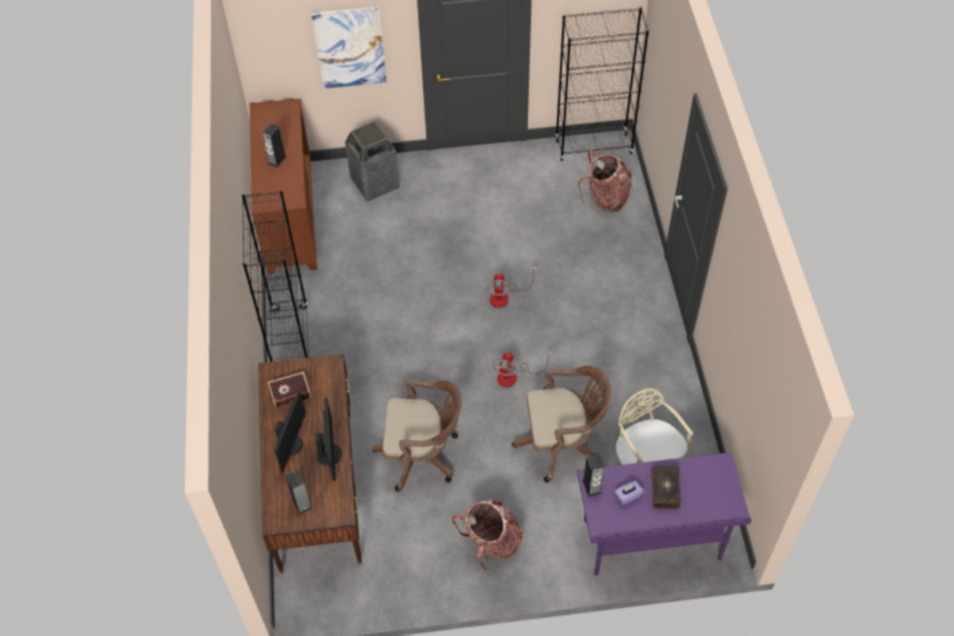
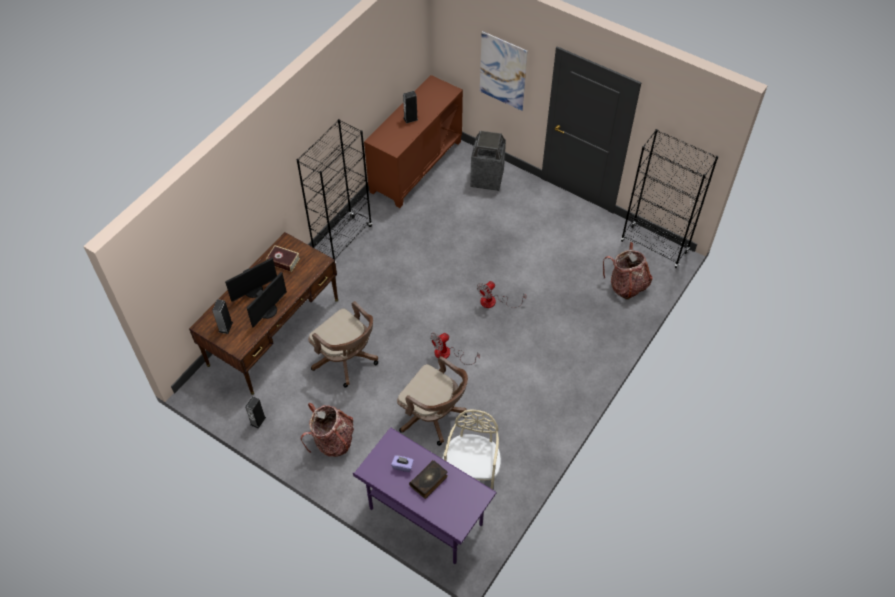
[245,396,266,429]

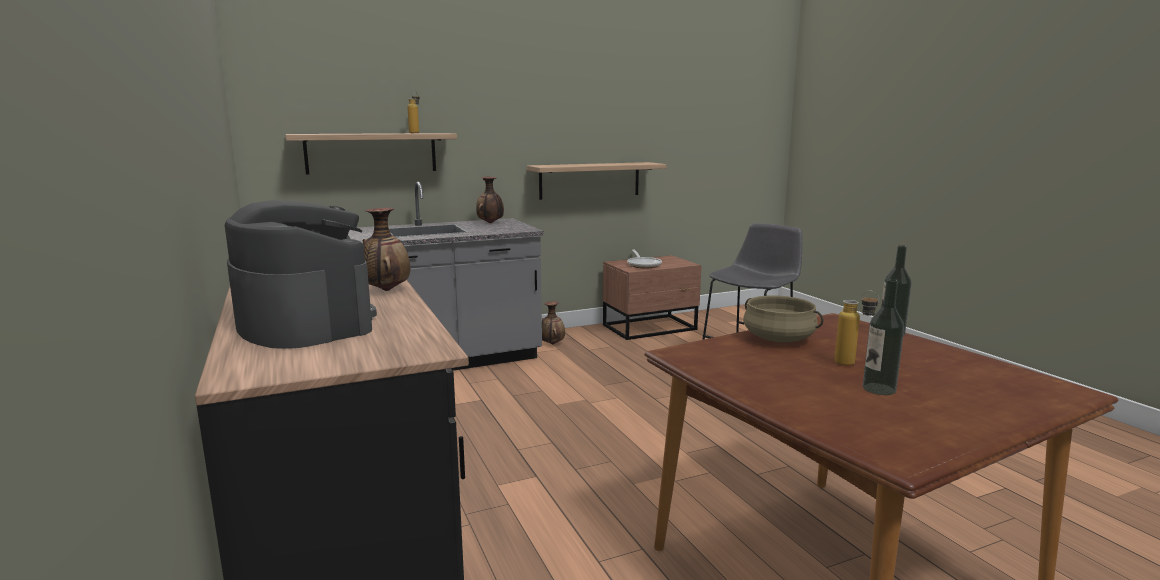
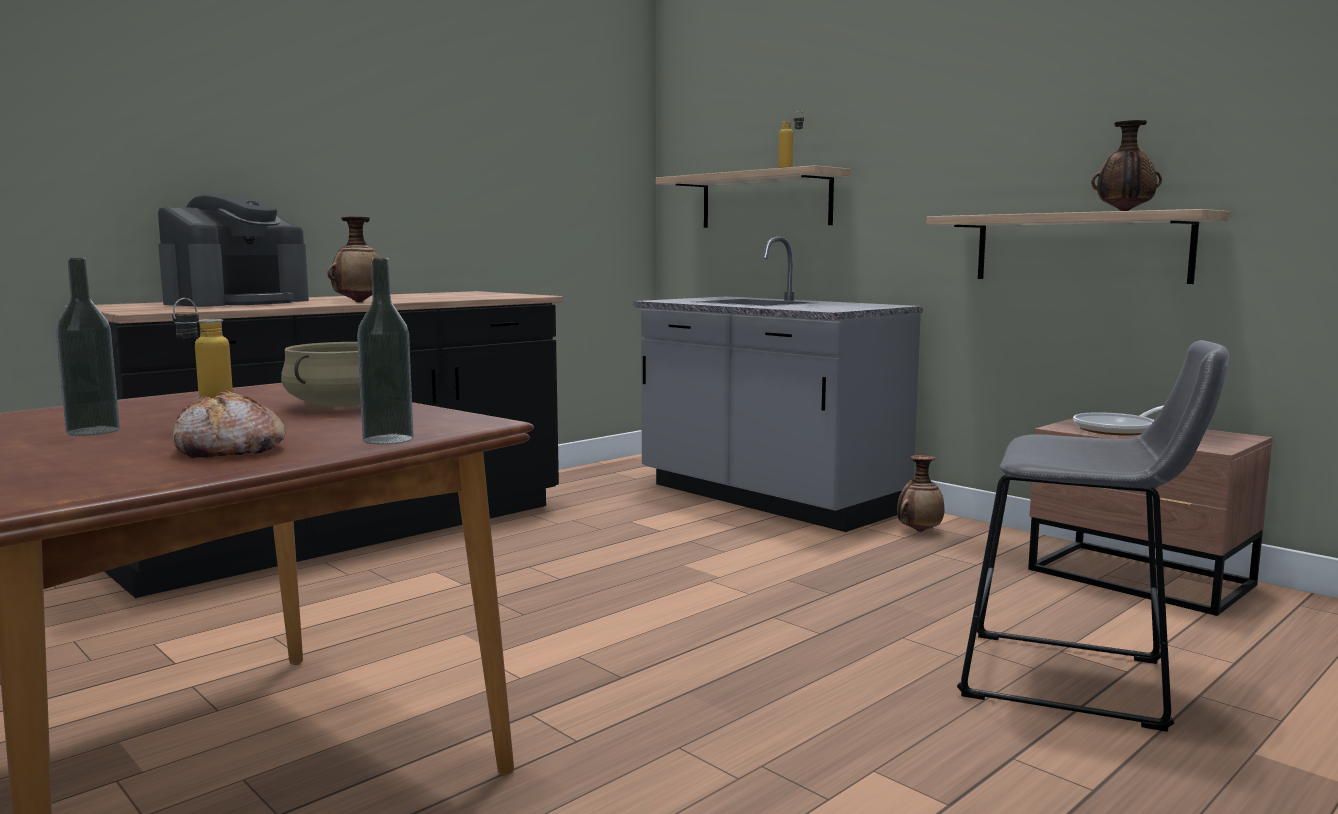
[1091,120,1162,211]
[173,390,286,458]

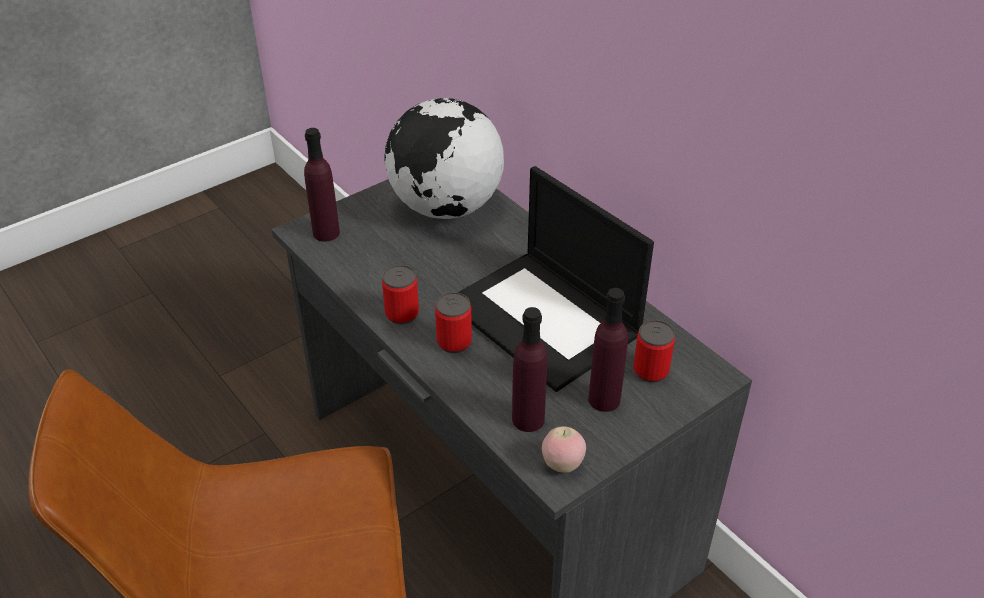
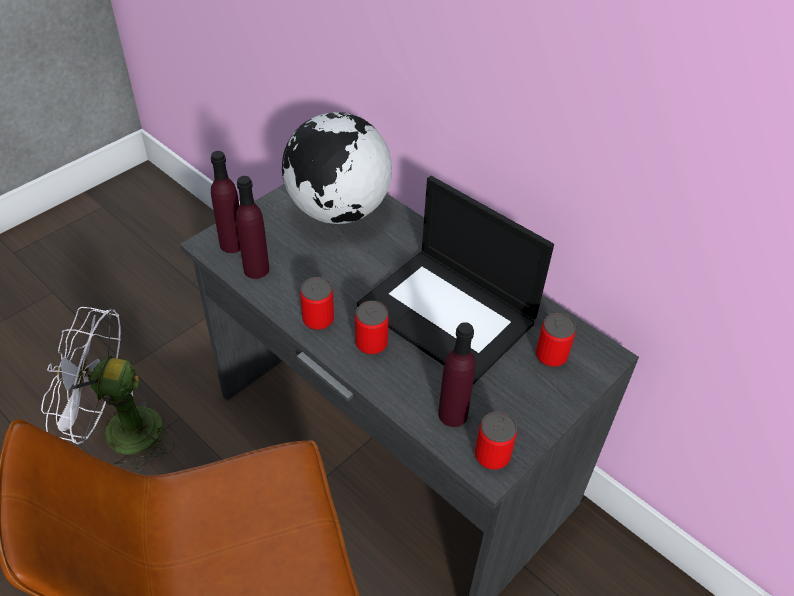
[475,411,517,470]
[236,176,269,279]
[41,307,175,471]

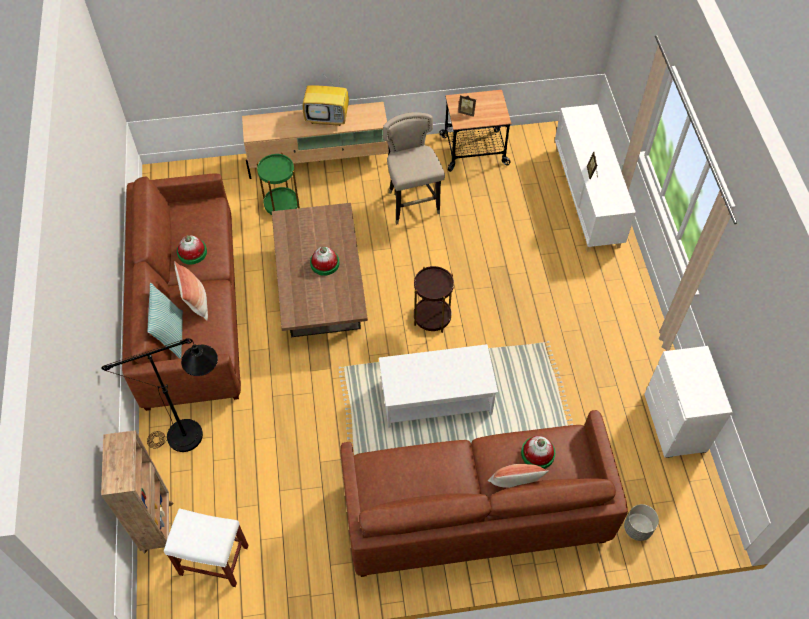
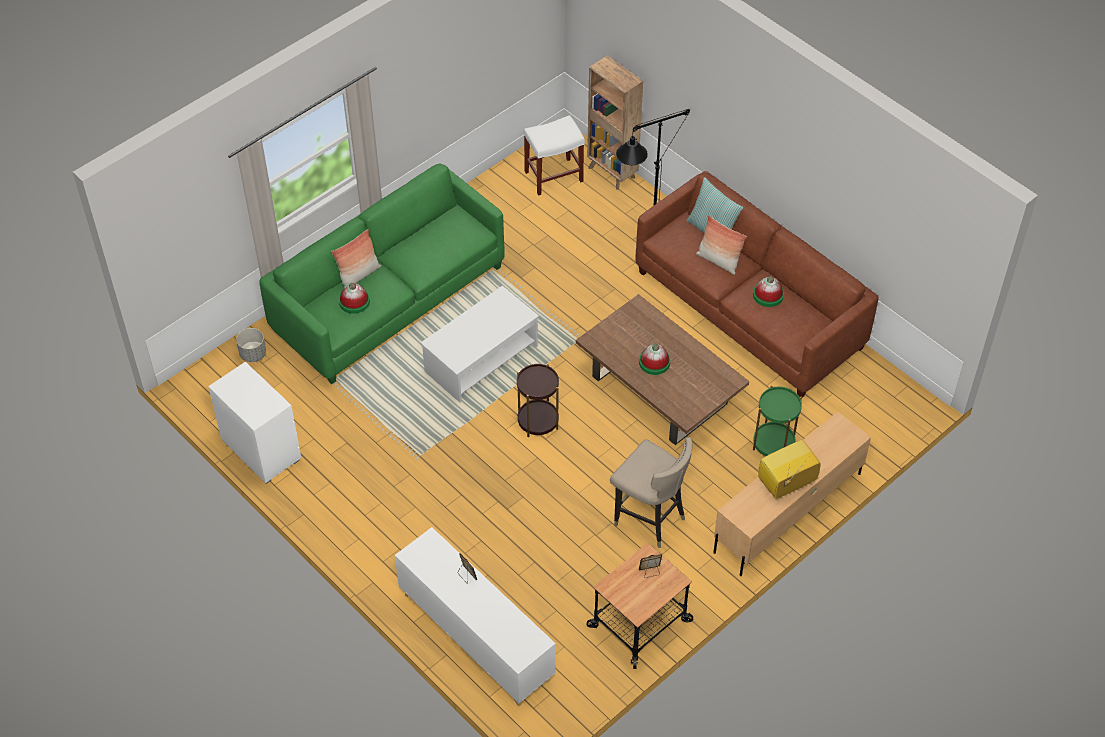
[260,163,505,384]

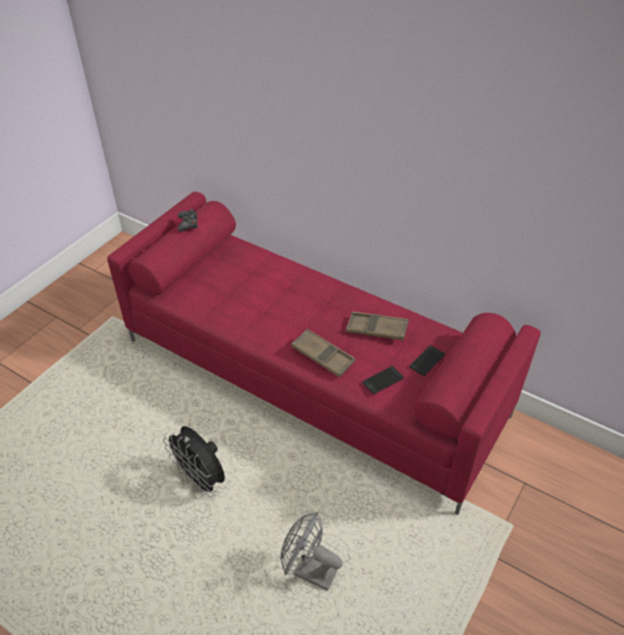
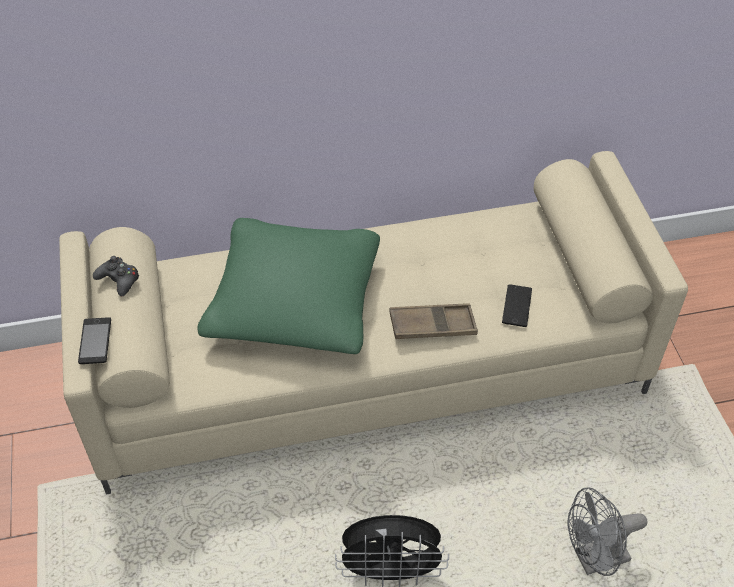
[59,151,688,495]
[346,312,409,340] (first image)
[78,317,111,364]
[197,218,380,354]

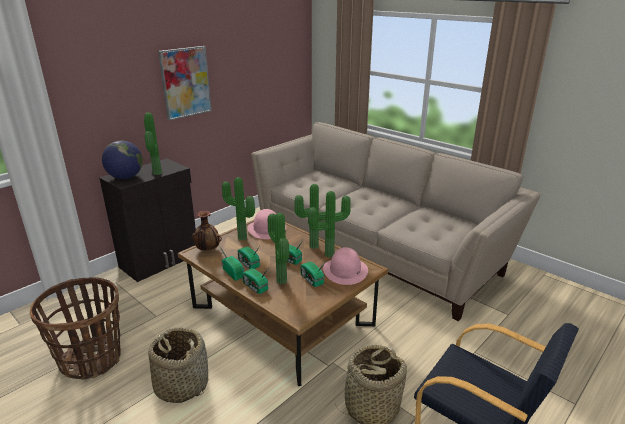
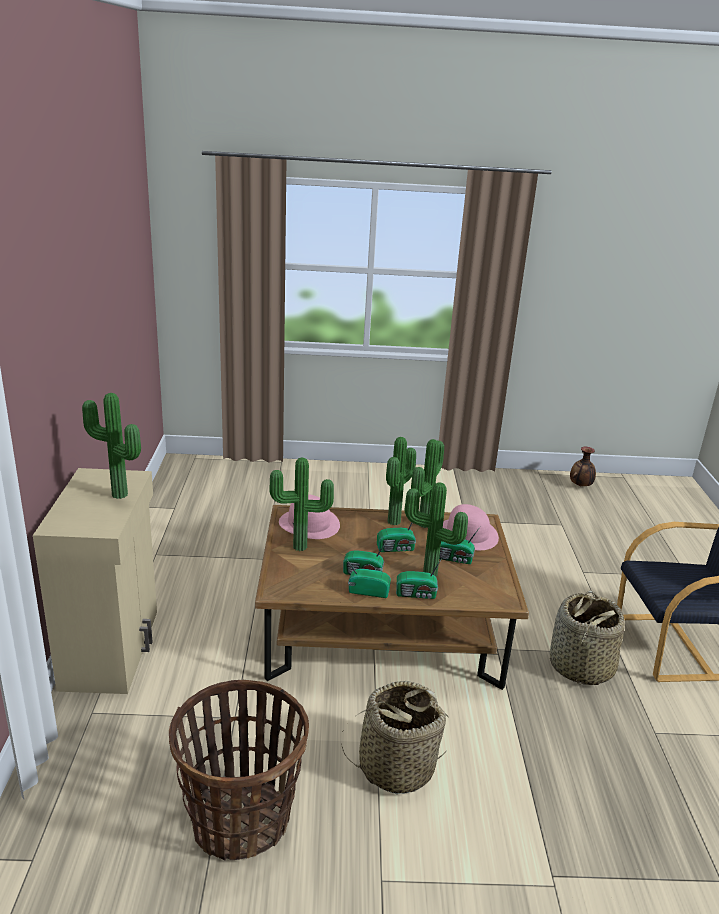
[33,468,157,694]
[102,141,143,179] (first image)
[158,46,212,121] (first image)
[570,447,596,486]
[251,122,541,321] (first image)

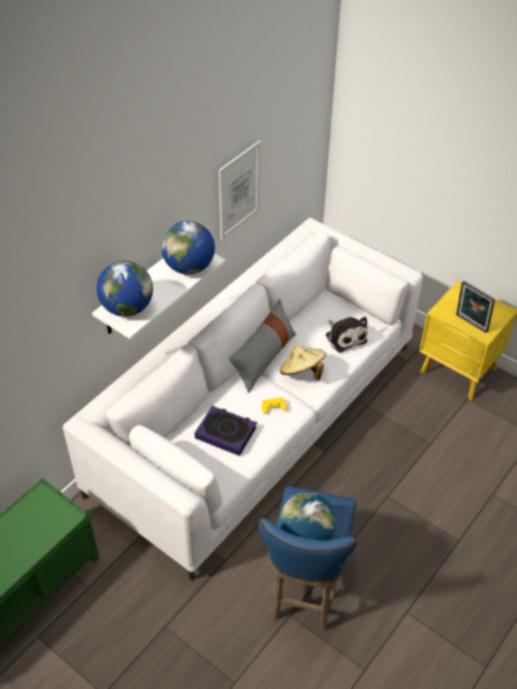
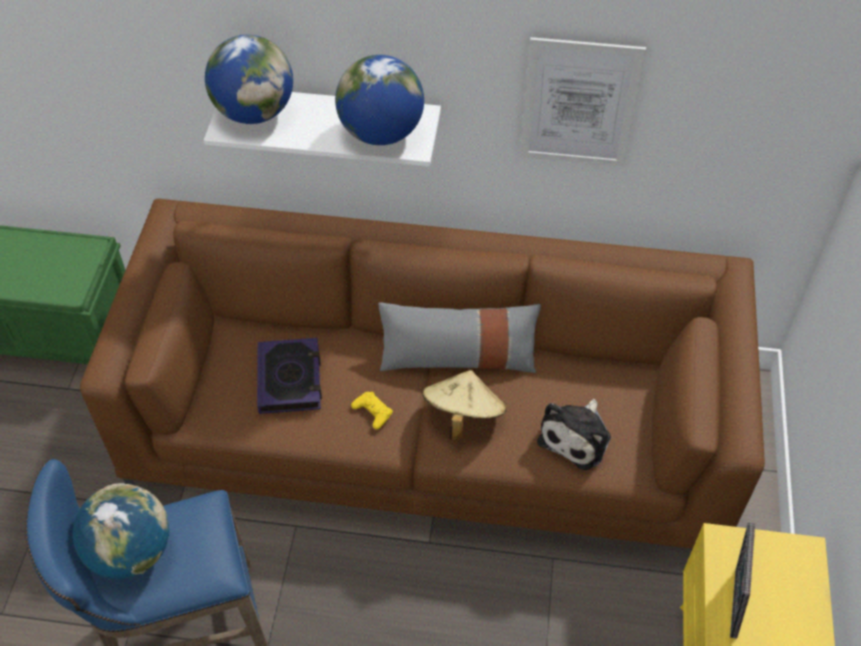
[80,199,765,549]

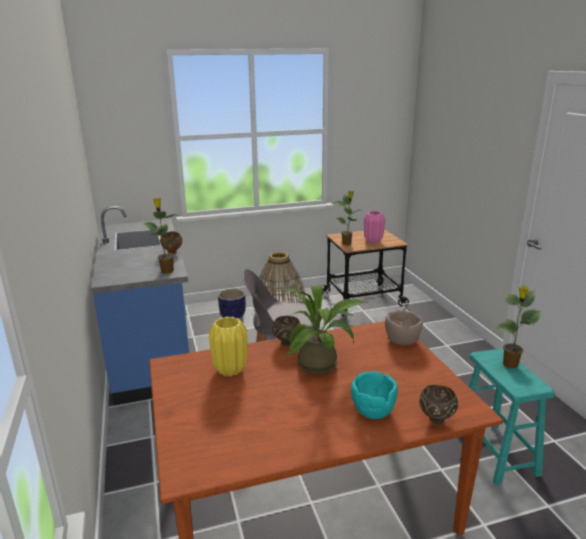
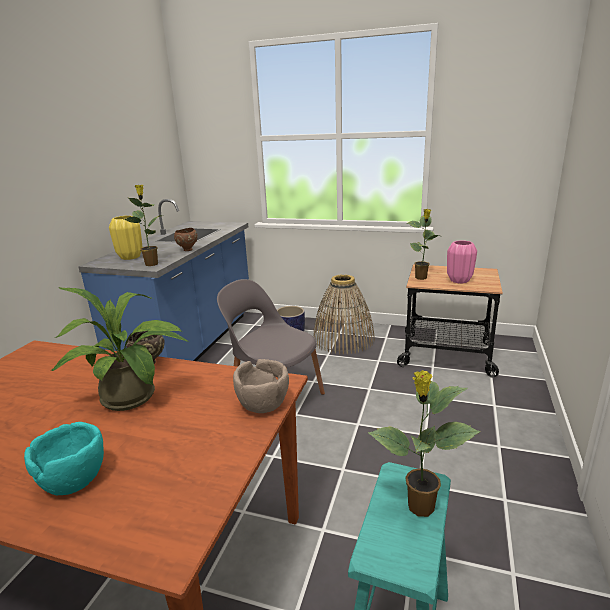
[109,216,143,260]
[419,385,458,425] (first image)

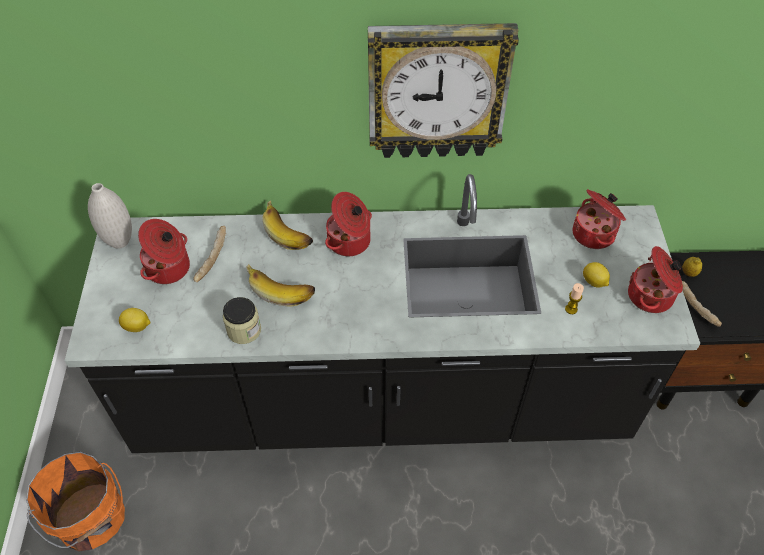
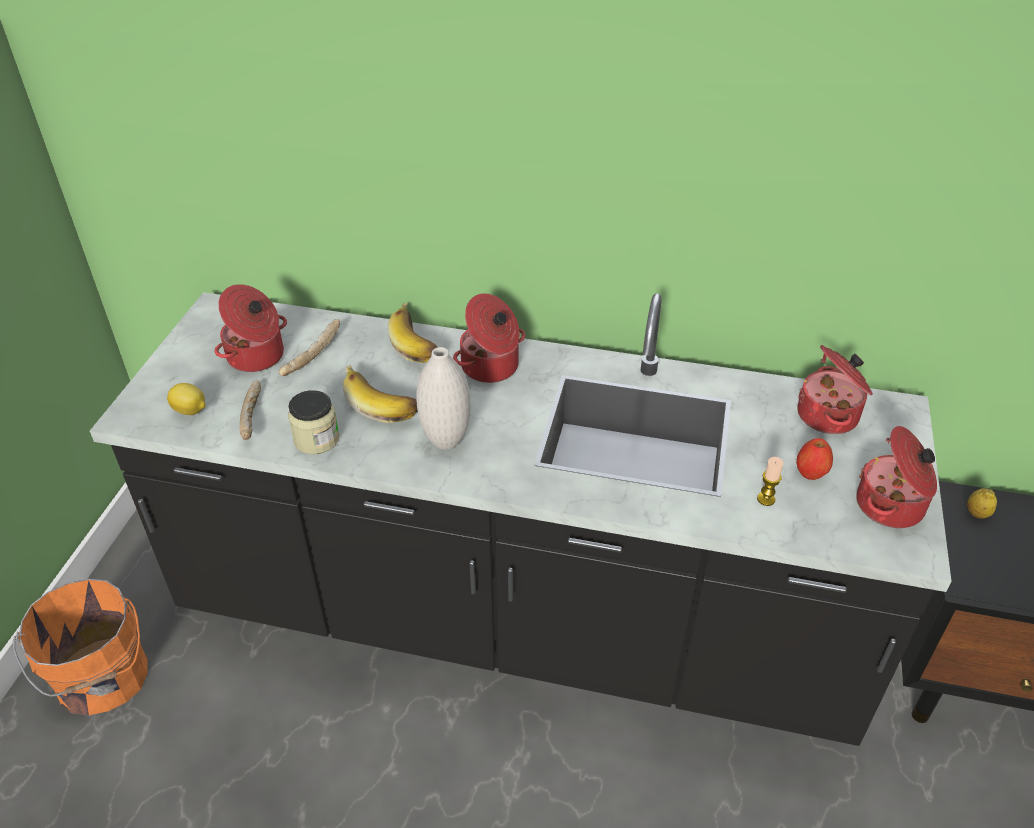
[416,347,471,450]
[368,23,519,158] (first image)
[796,438,833,480]
[239,380,261,440]

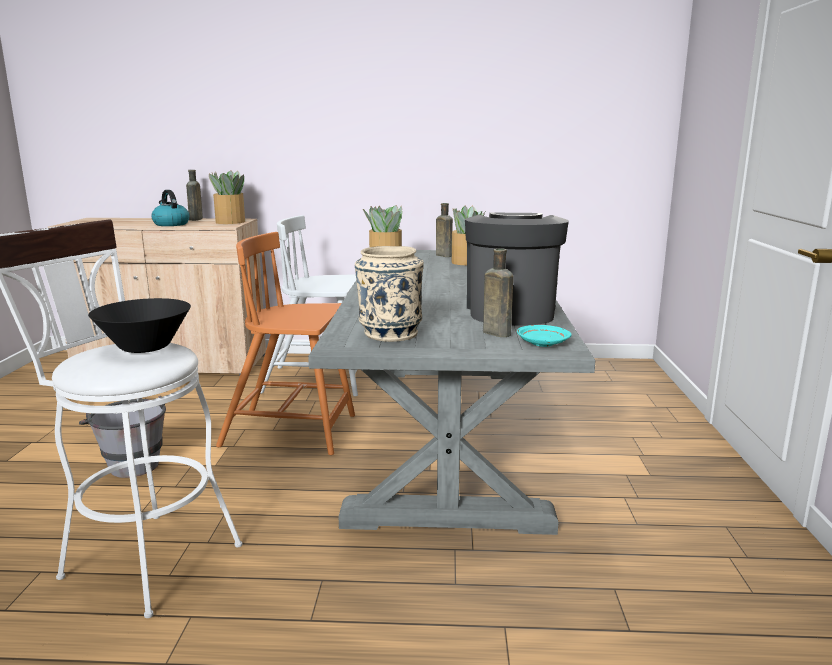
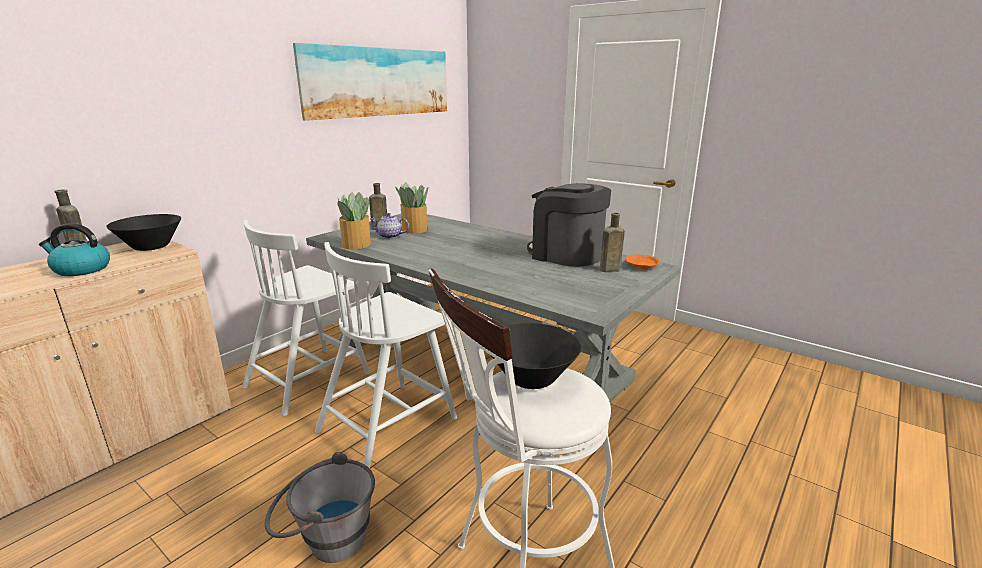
[106,214,181,251]
[315,242,457,469]
[355,246,424,342] (first image)
[625,255,660,269]
[293,43,447,121]
[370,213,409,239]

